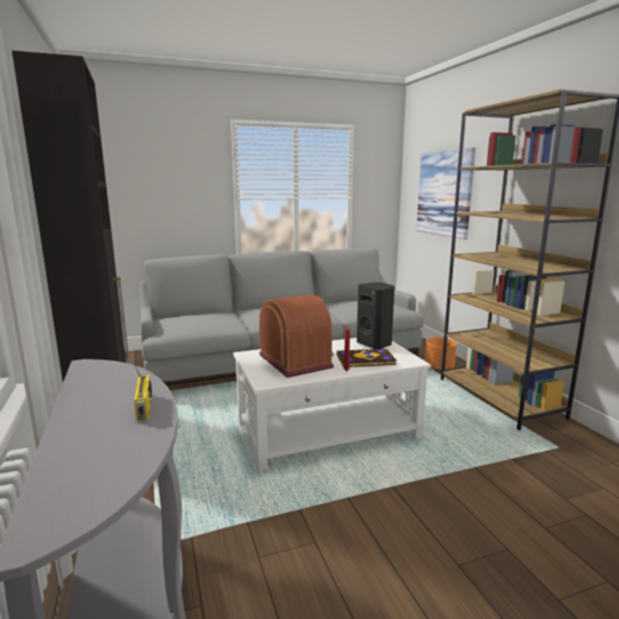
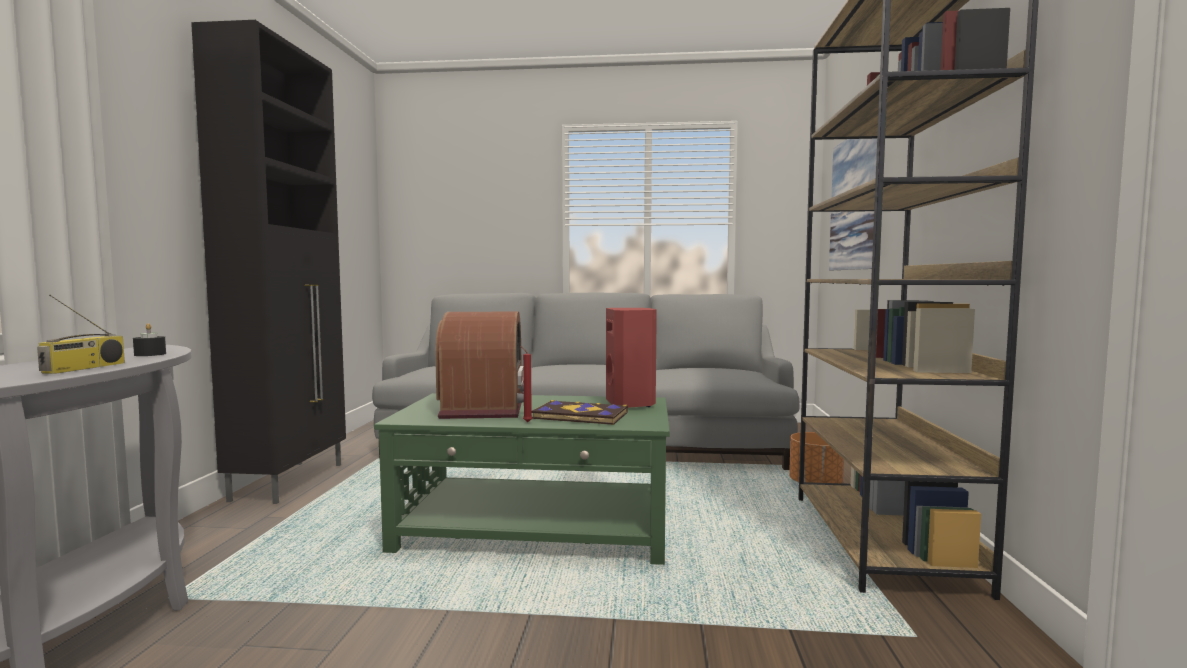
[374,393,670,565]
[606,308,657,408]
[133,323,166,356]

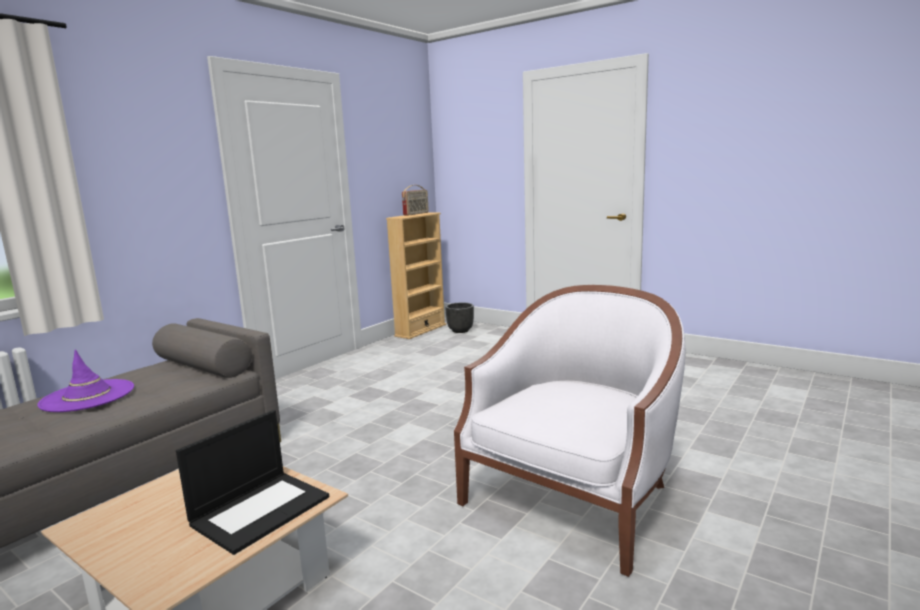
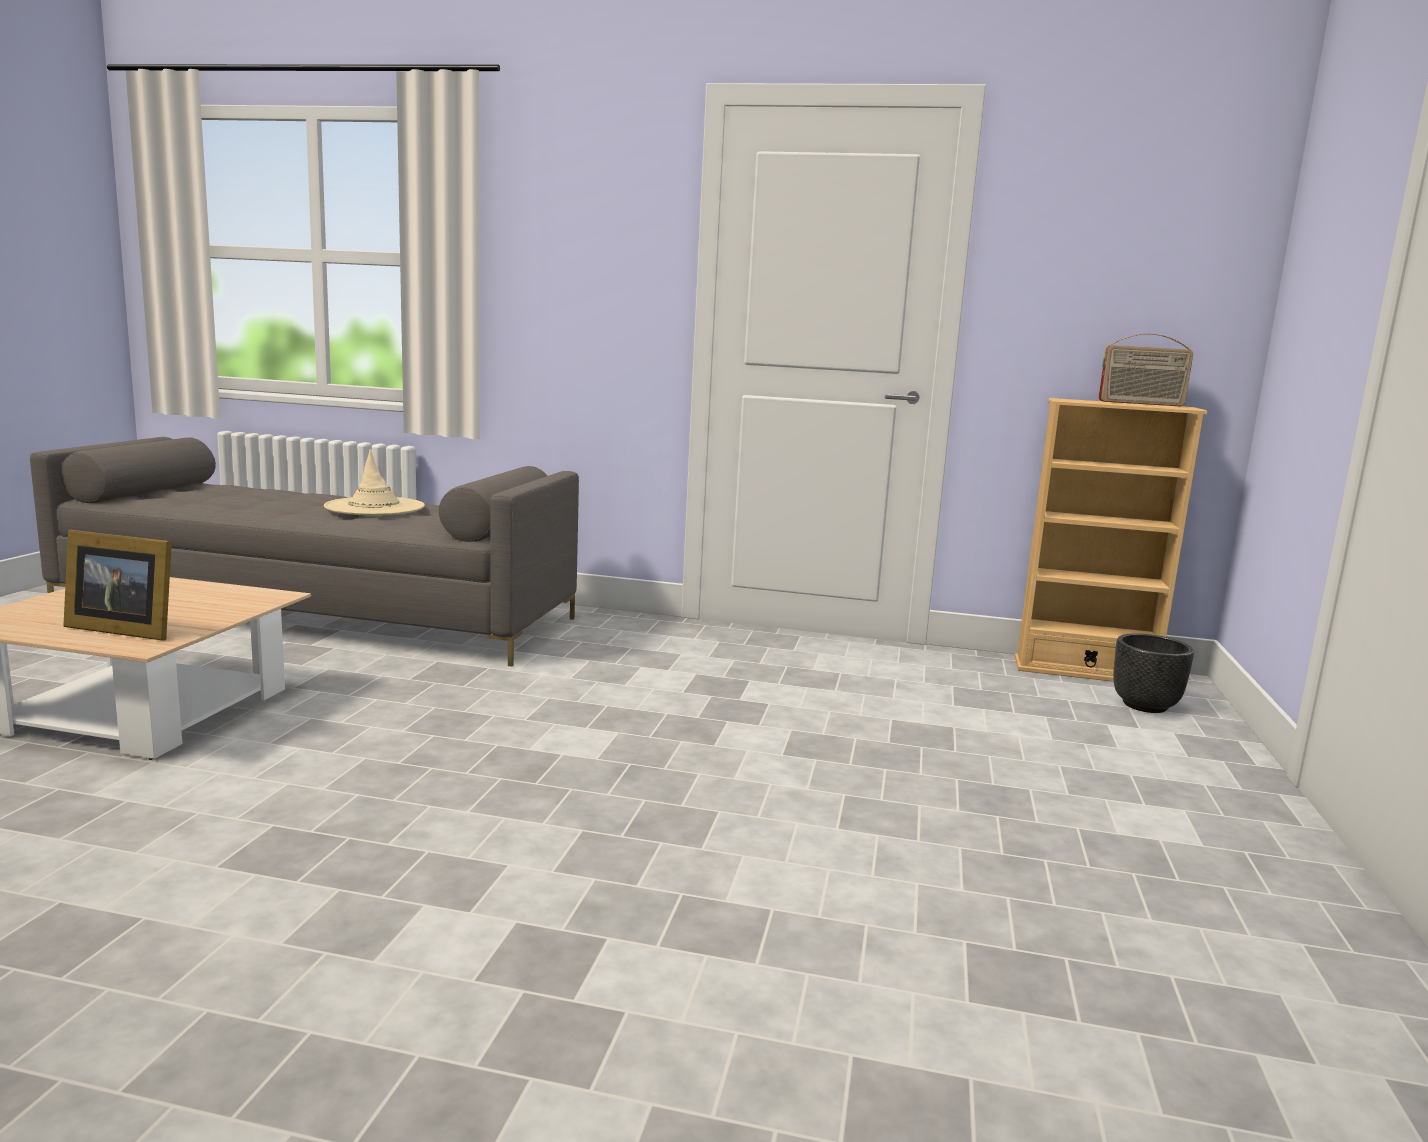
[324,449,425,515]
[63,530,172,641]
[454,285,686,577] (first image)

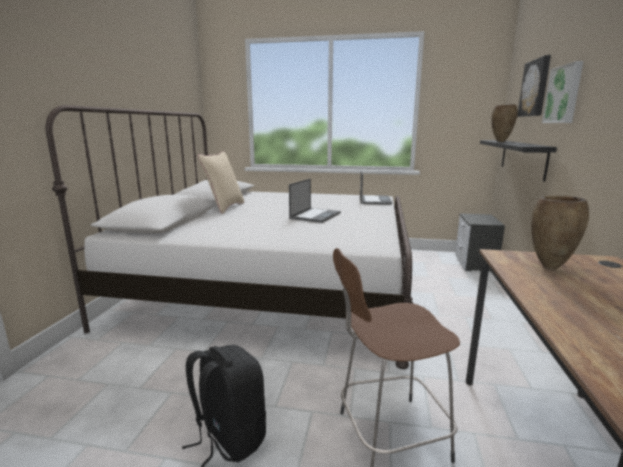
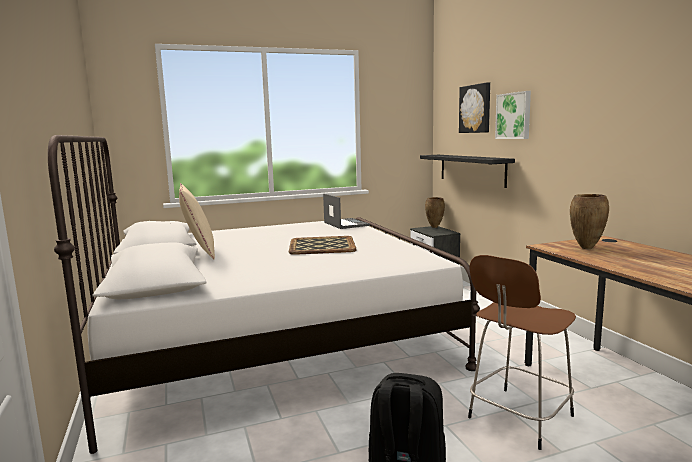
[289,236,357,255]
[425,197,445,228]

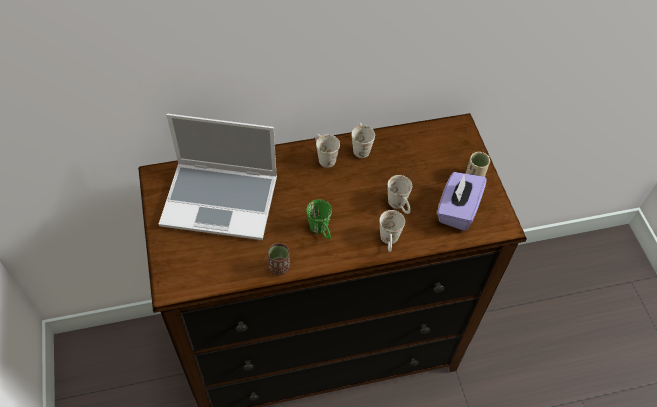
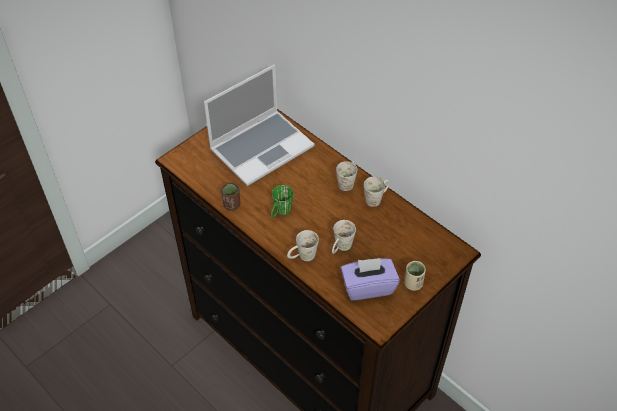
[204,64,314,186]

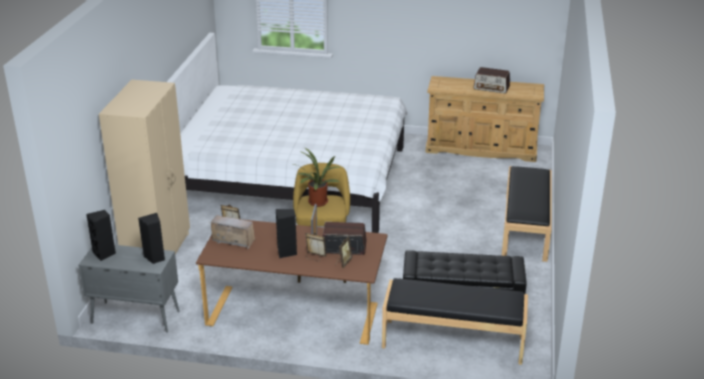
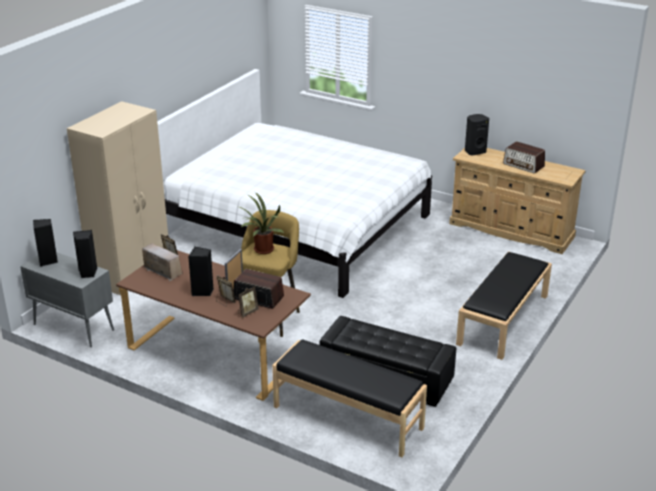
[465,114,489,156]

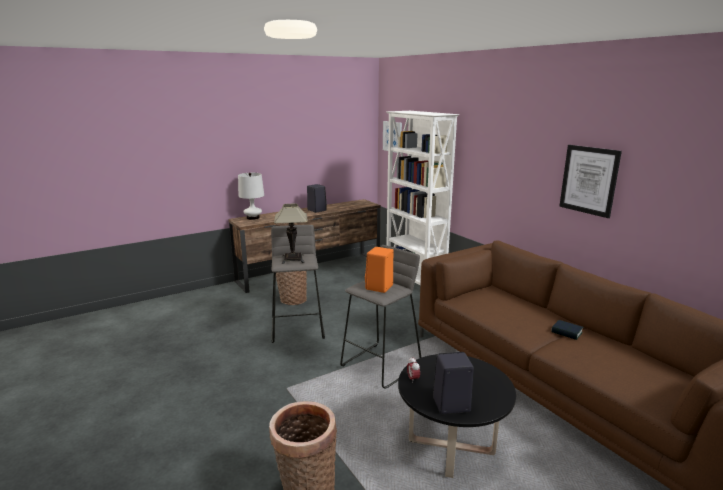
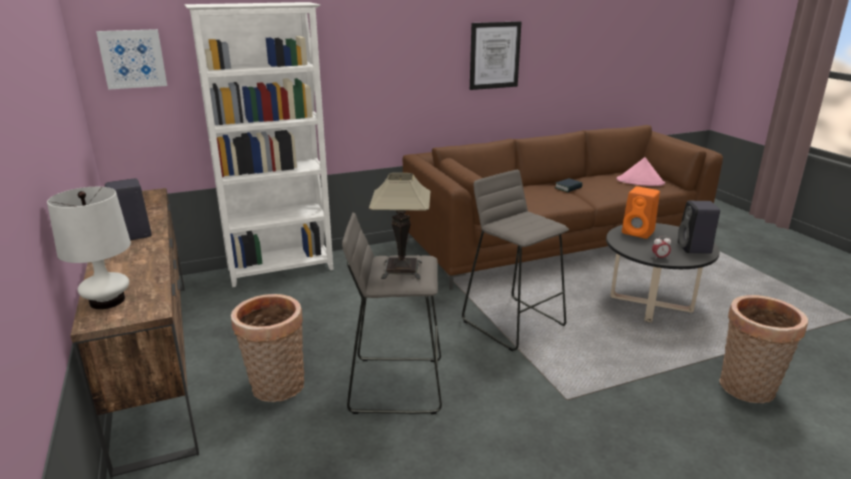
[622,186,660,239]
[617,157,665,186]

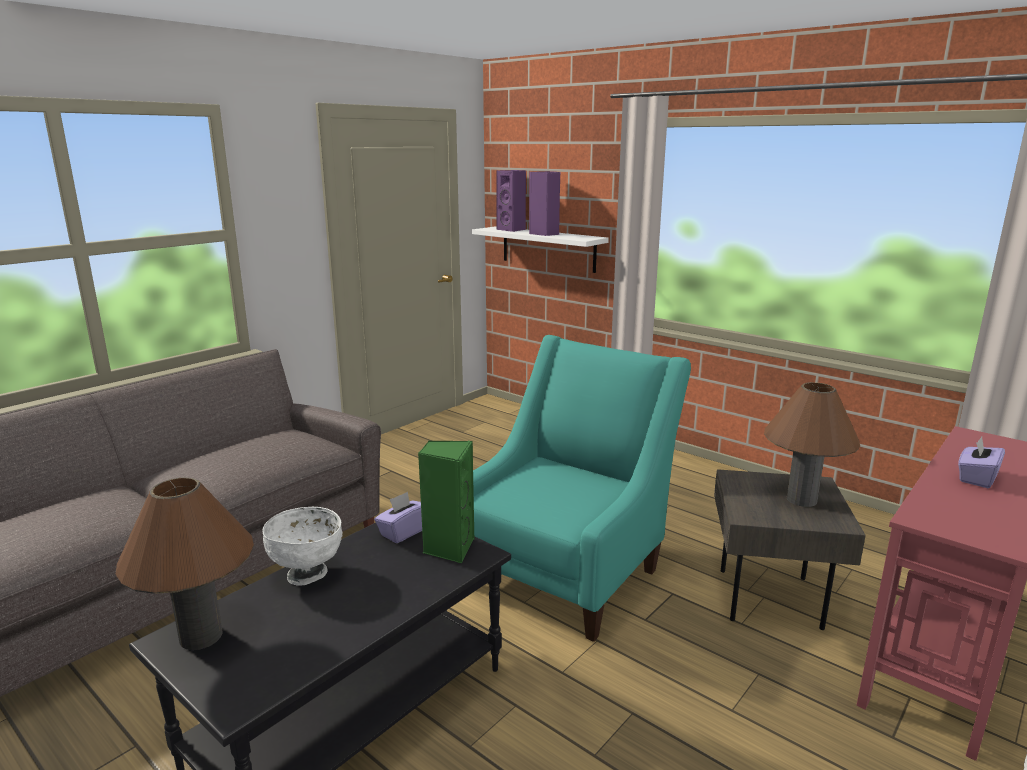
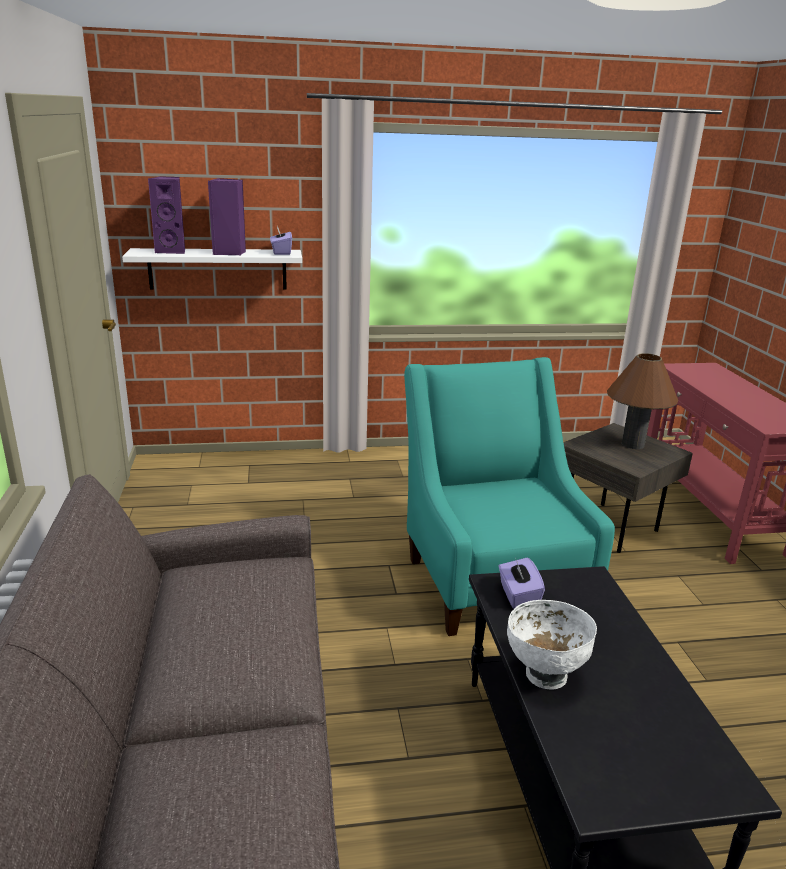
[115,477,254,650] (first image)
[418,441,475,563] (first image)
[270,226,292,255]

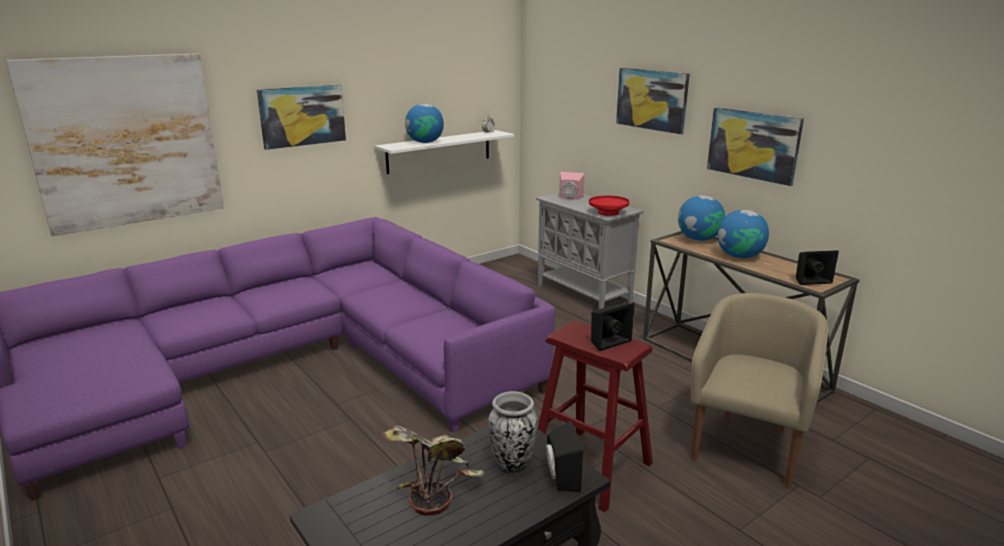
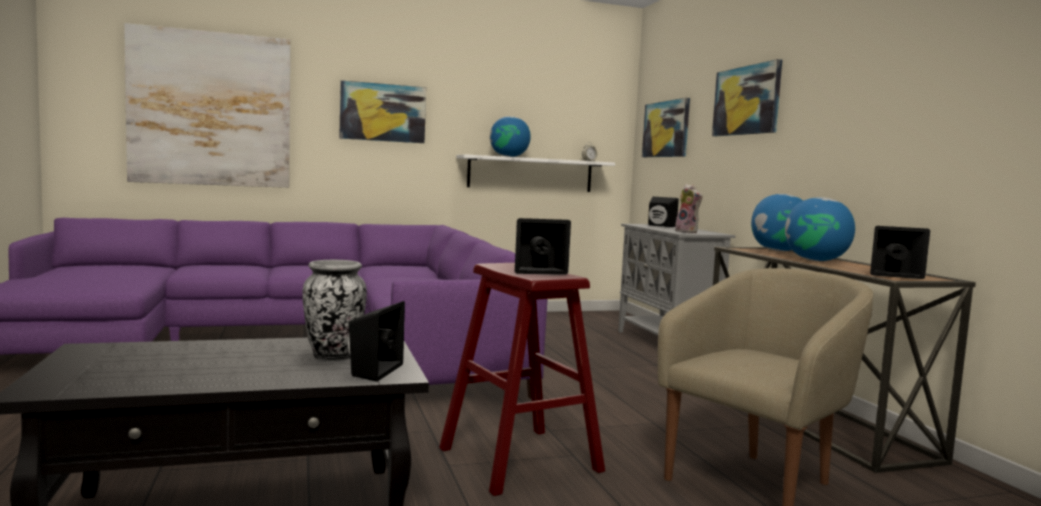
[383,426,484,516] (first image)
[648,197,679,227]
[675,184,703,233]
[642,98,690,157]

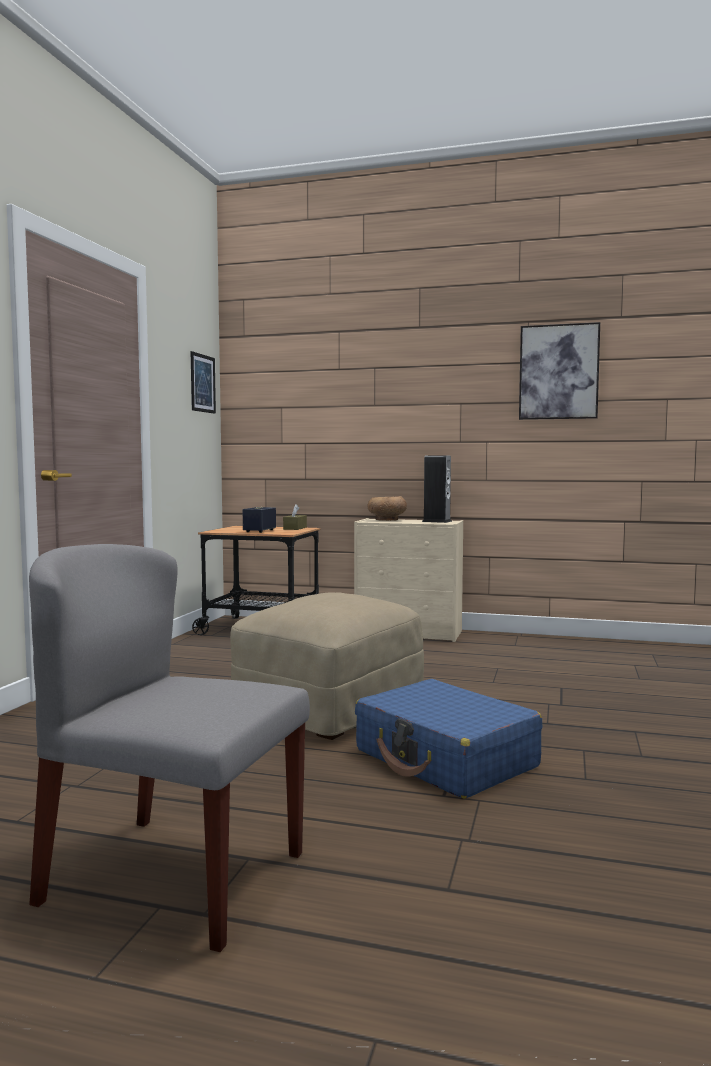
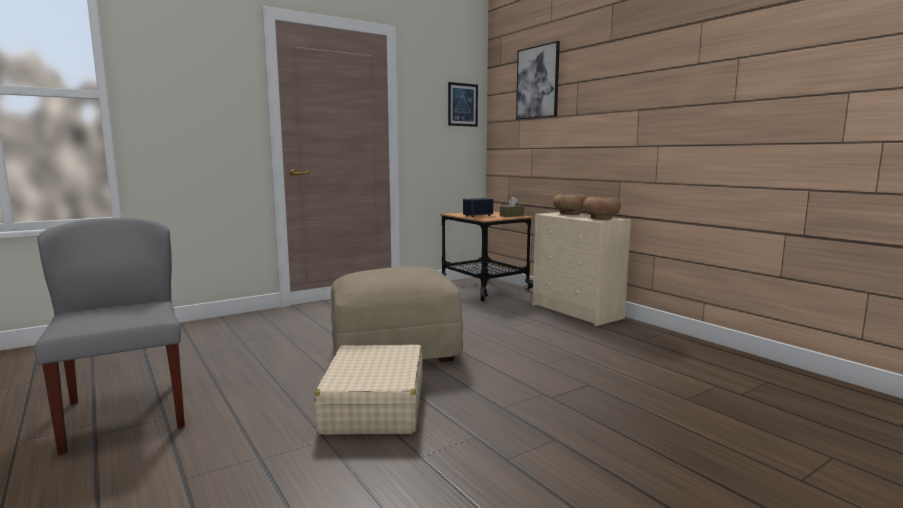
[314,345,423,435]
[583,197,621,220]
[516,41,560,120]

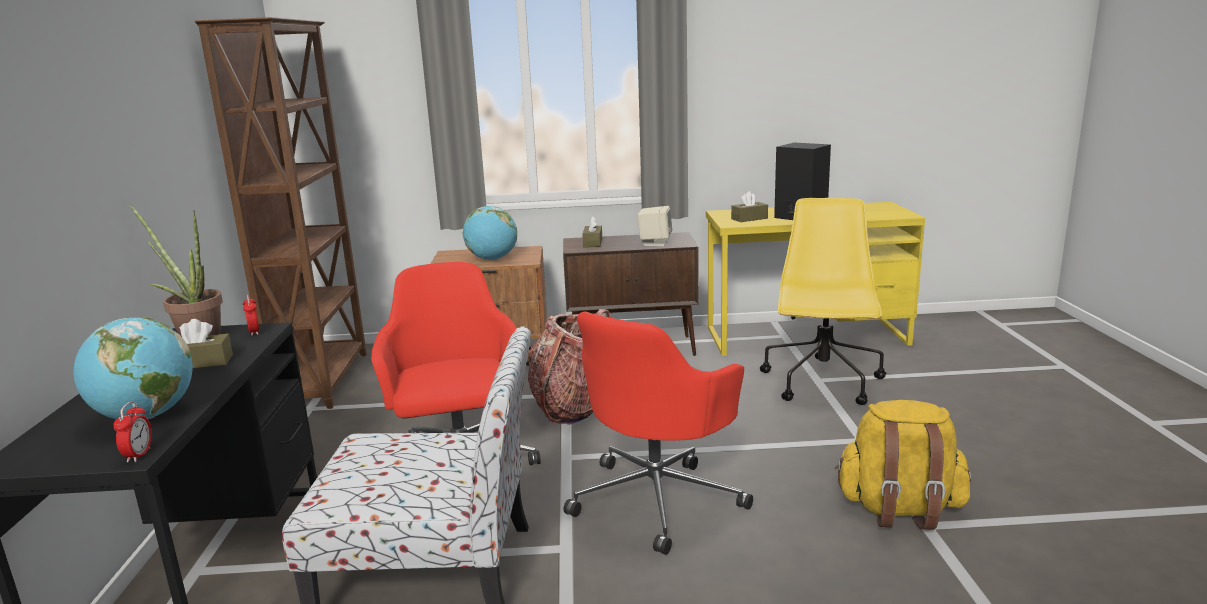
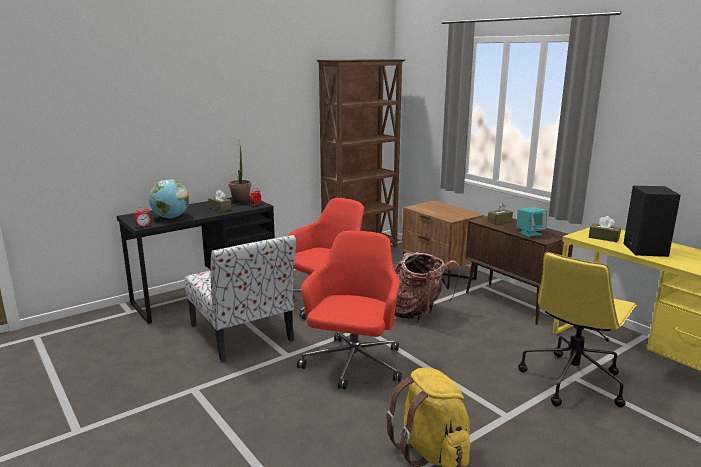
[463,206,517,260] (first image)
[297,230,402,390]
[517,207,547,237]
[518,252,637,408]

